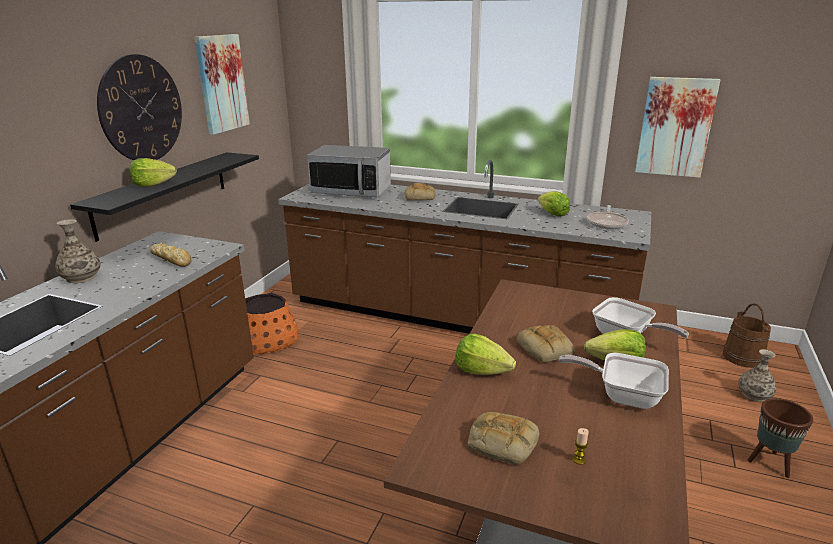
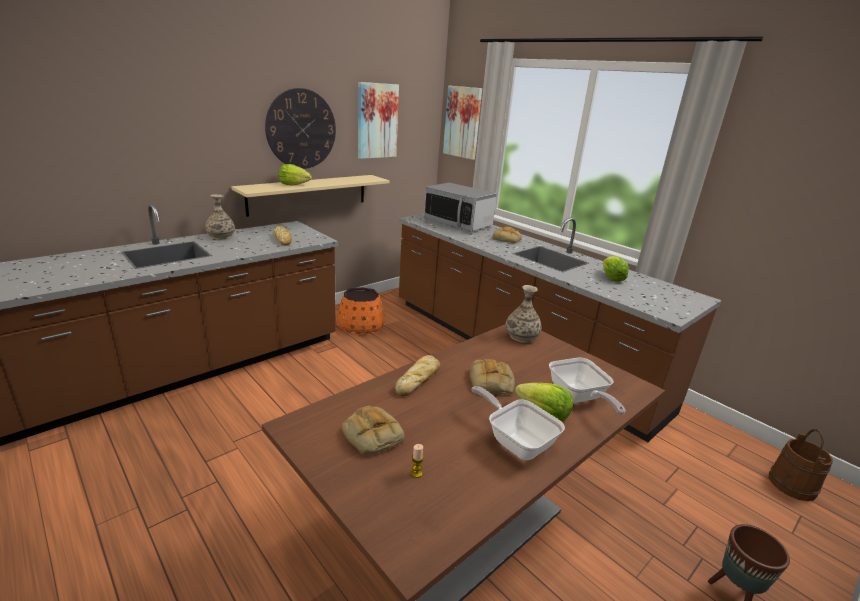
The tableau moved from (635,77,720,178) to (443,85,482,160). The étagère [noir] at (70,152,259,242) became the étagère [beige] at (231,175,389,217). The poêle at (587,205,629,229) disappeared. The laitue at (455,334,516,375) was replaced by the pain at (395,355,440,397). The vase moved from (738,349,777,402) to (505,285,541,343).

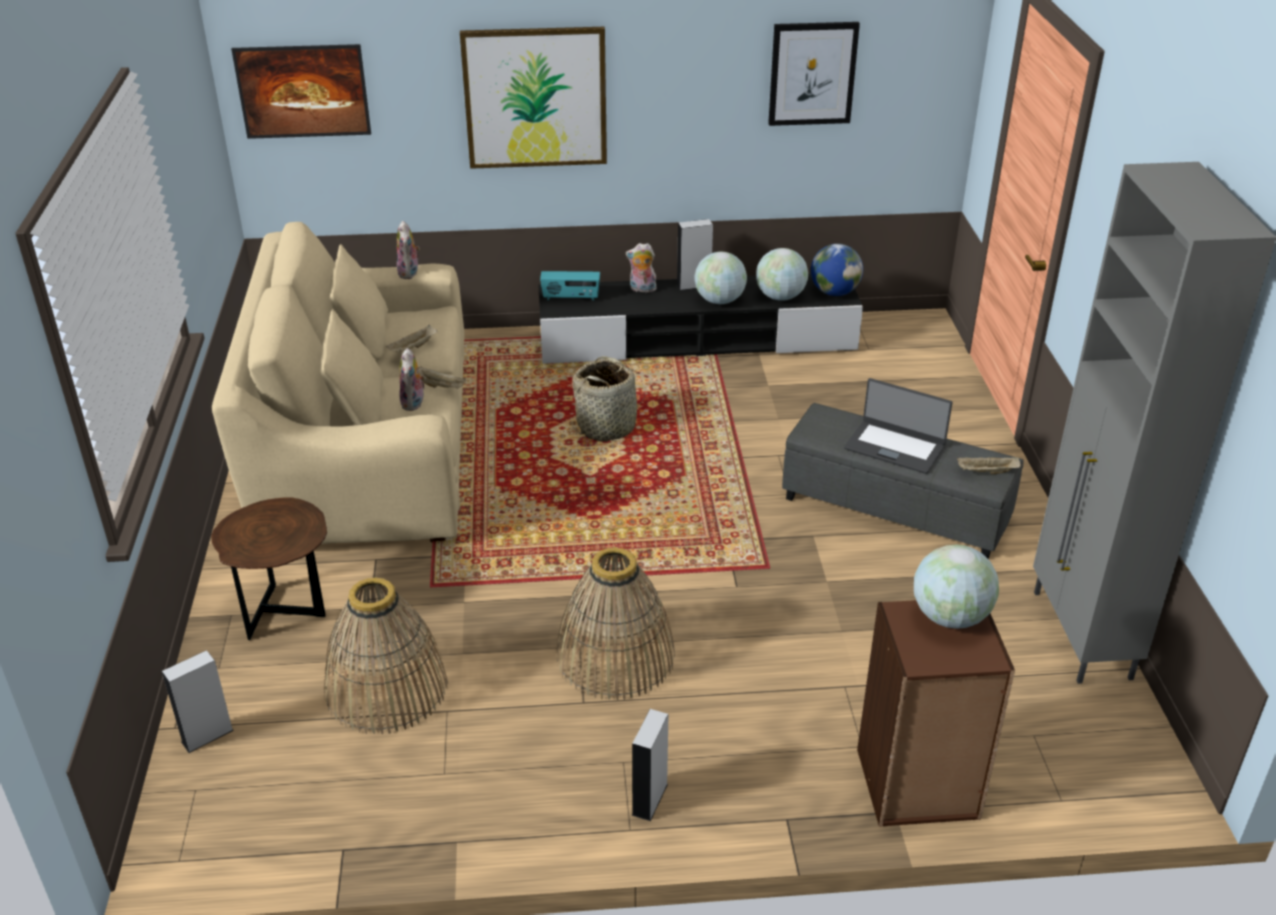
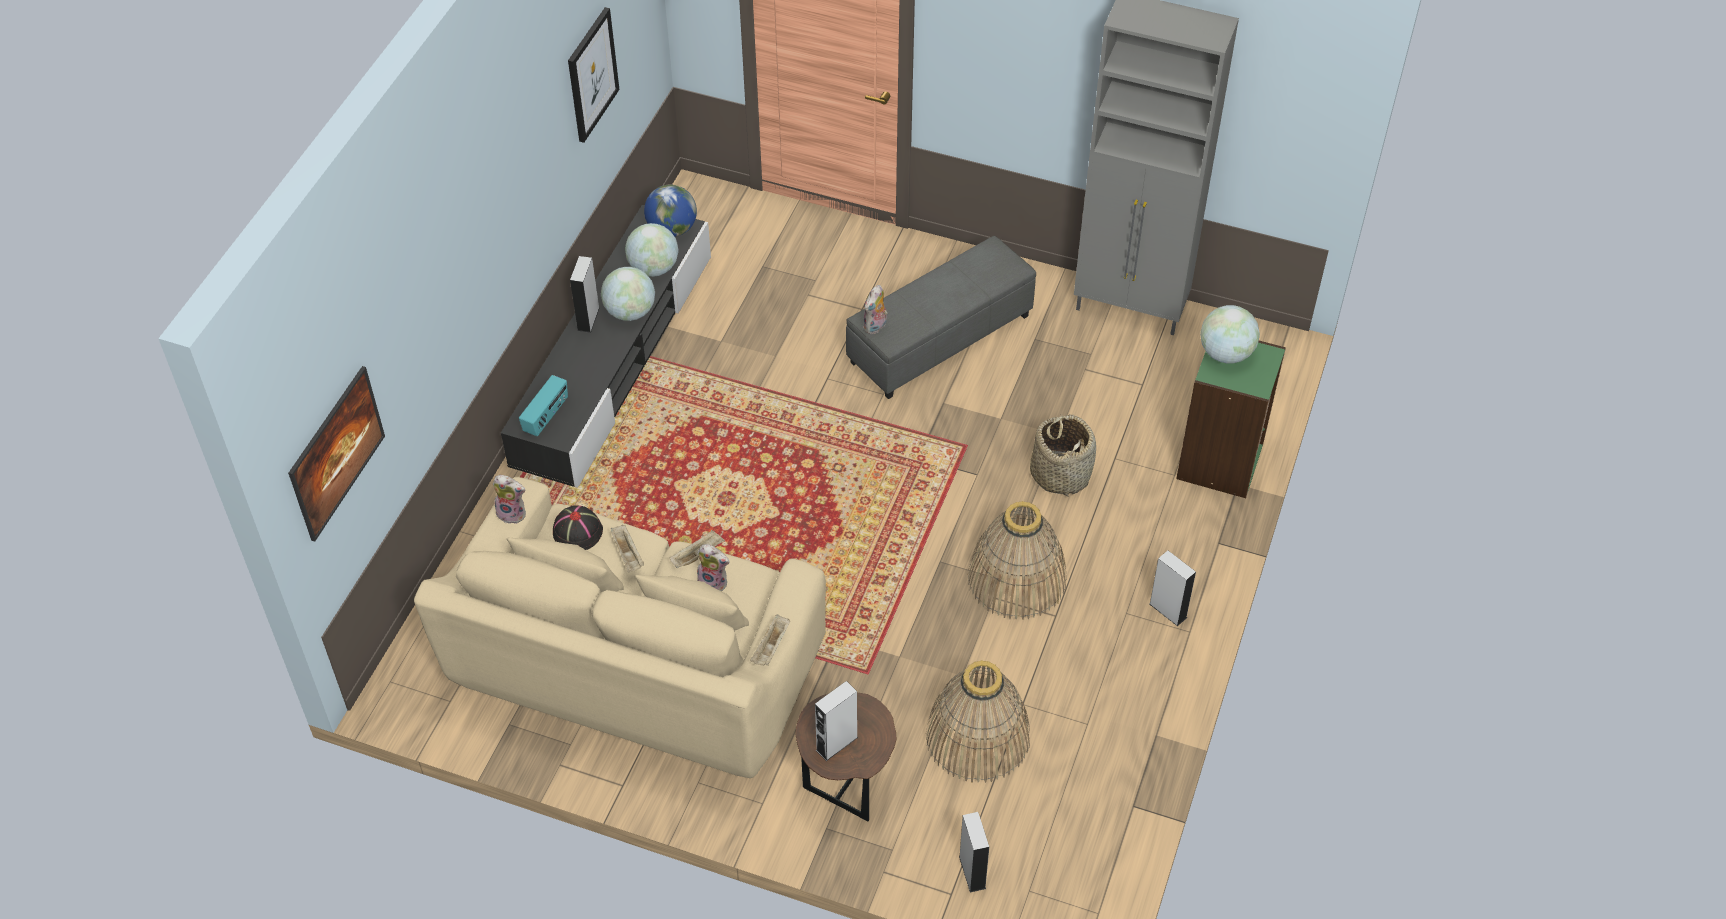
The tableau at (460,27,607,169) disappeared. The peluche moved from (626,243,657,293) to (863,285,888,334). The panier moved from (572,356,647,442) to (1030,414,1096,497). The ordinateur portable at (844,378,953,474) disappeared. The plateau [beige] moved from (957,457,1021,474) to (750,614,790,666). The bibliothèque [marron] at (857,600,1015,827) became the bibliothèque [vert] at (1176,341,1286,498). The chapeau [noir] at (553,505,603,550) appeared. The enceinte [gris] at (815,681,858,761) appeared.

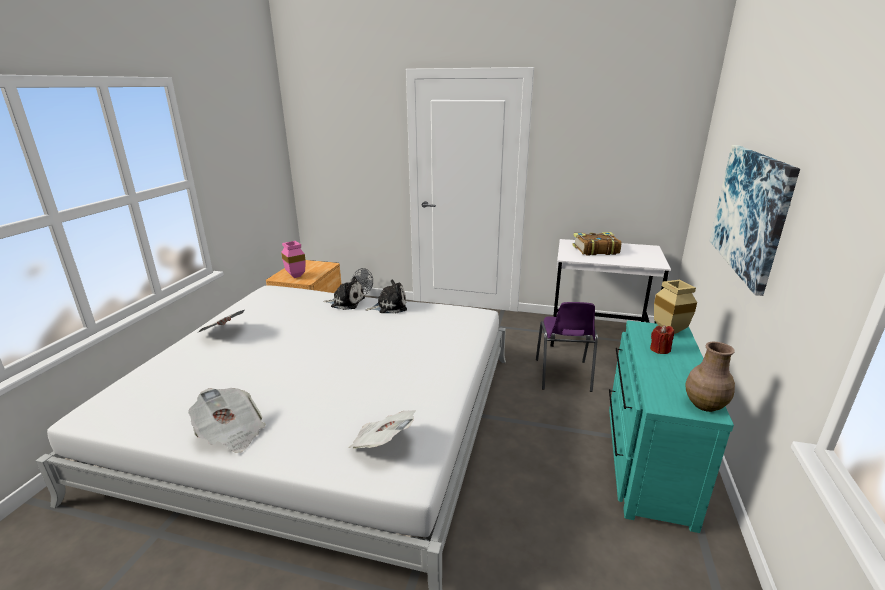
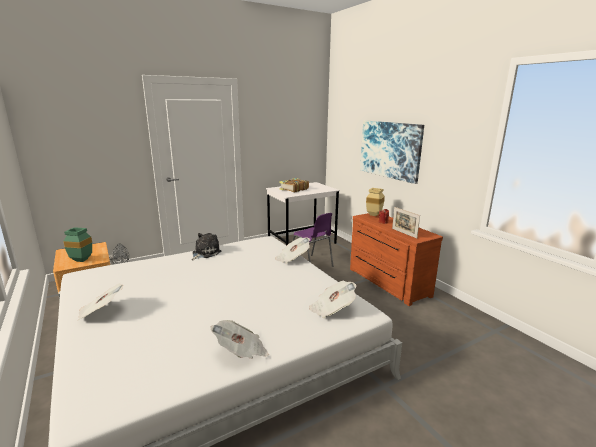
The vase [rose] at (281,241,306,278) became the vase [vert] at (63,227,92,262). The peluche at (324,277,365,310) disappeared. The commode [turquoise] at (609,321,734,533) became the commode [marron] at (350,213,443,306). The vase [marron] at (685,342,735,412) disappeared. The cadre photo at (392,207,420,238) appeared. The journal at (275,237,310,264) appeared.

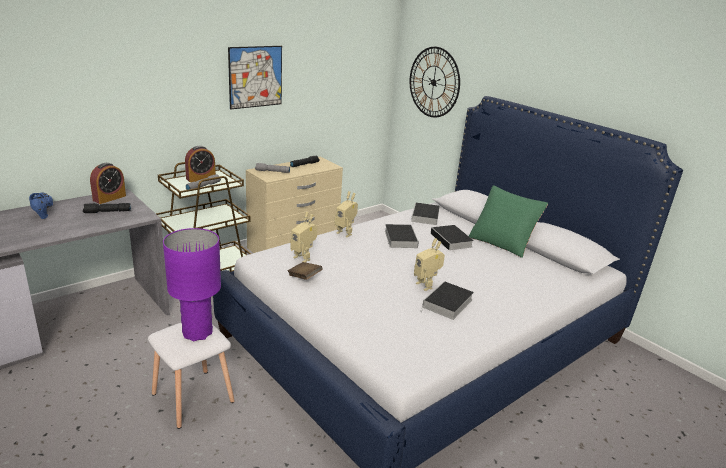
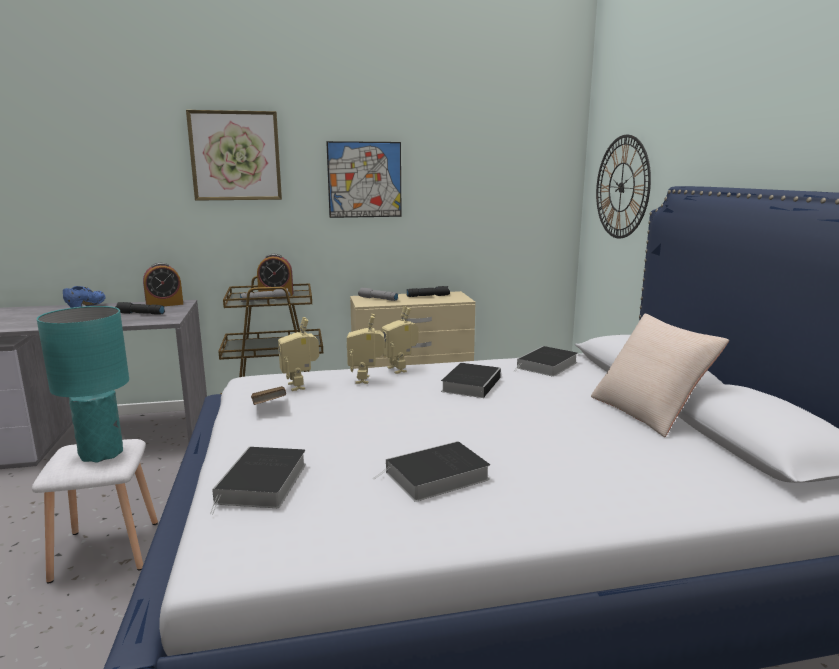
The coussin [vert] at (469,185,548,258) became the coussin [beige] at (591,314,729,437). The livre moved from (431,225,474,251) to (210,447,306,515). The lampe de table [violet] at (163,228,221,341) became the lampe de table [turquoise] at (37,306,129,463). The robot jouet moved from (414,238,445,291) to (347,314,385,384). The tableau at (186,110,282,201) appeared.

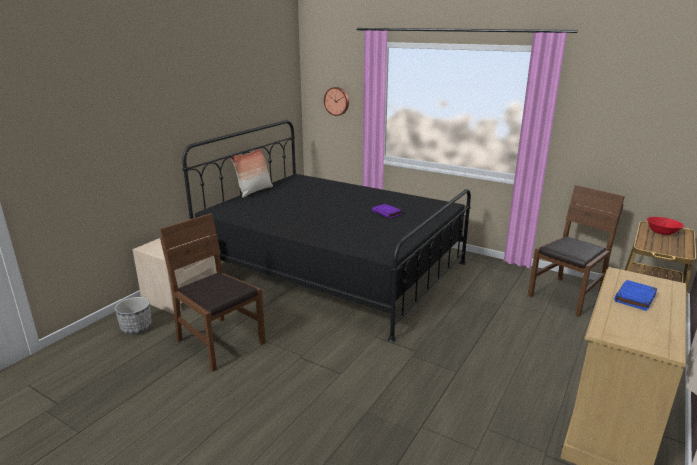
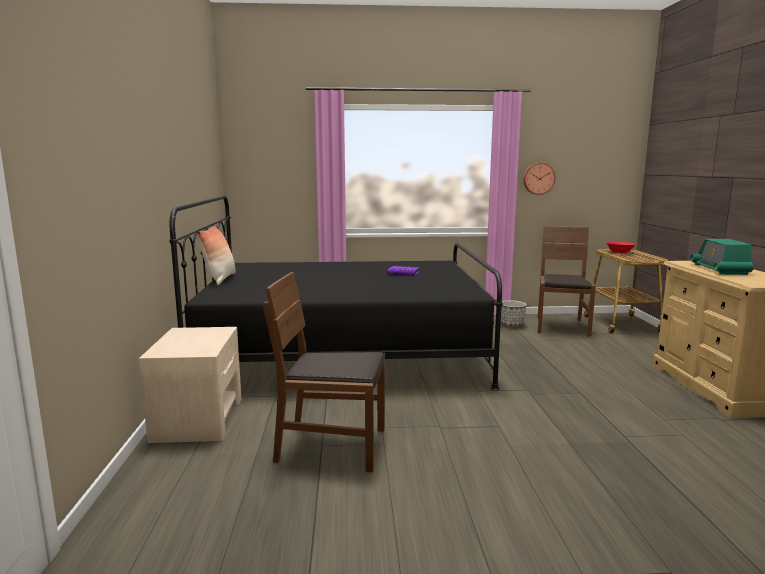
The horloge murale moved from (324,87,349,116) to (523,163,556,195). The livre [bleu] at (614,280,657,311) was replaced by the radio at (690,239,754,275). The cache-pot moved from (115,297,152,334) to (501,300,527,327).

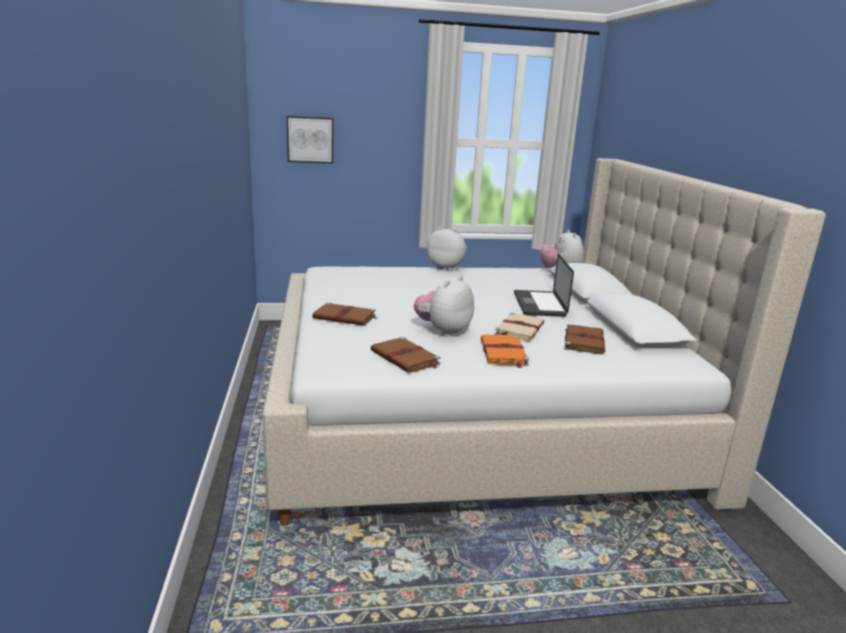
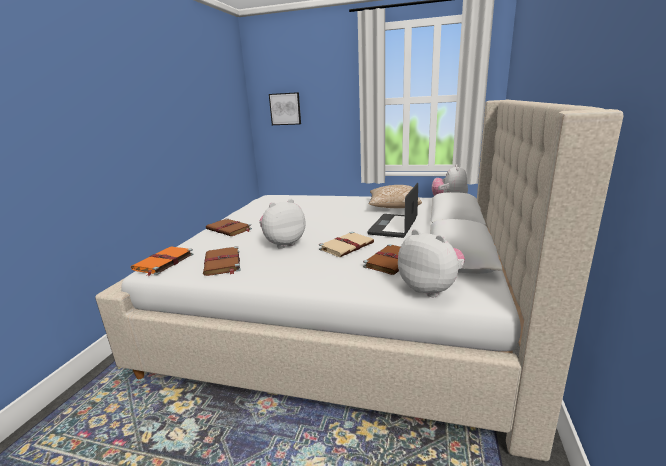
The peluche moved from (427,227,467,271) to (398,229,465,297). The livre [orange] moved from (481,334,529,368) to (131,246,194,276). The coussin at (369,185,422,208) appeared.

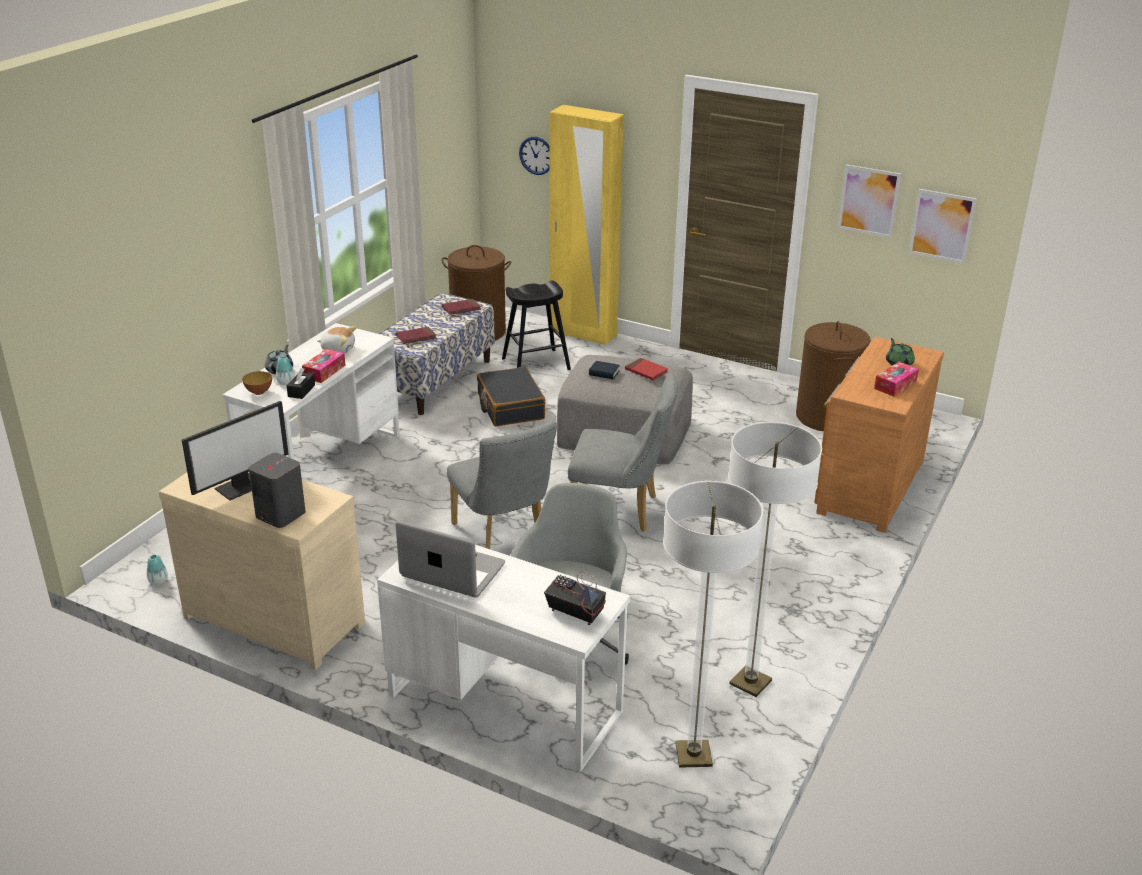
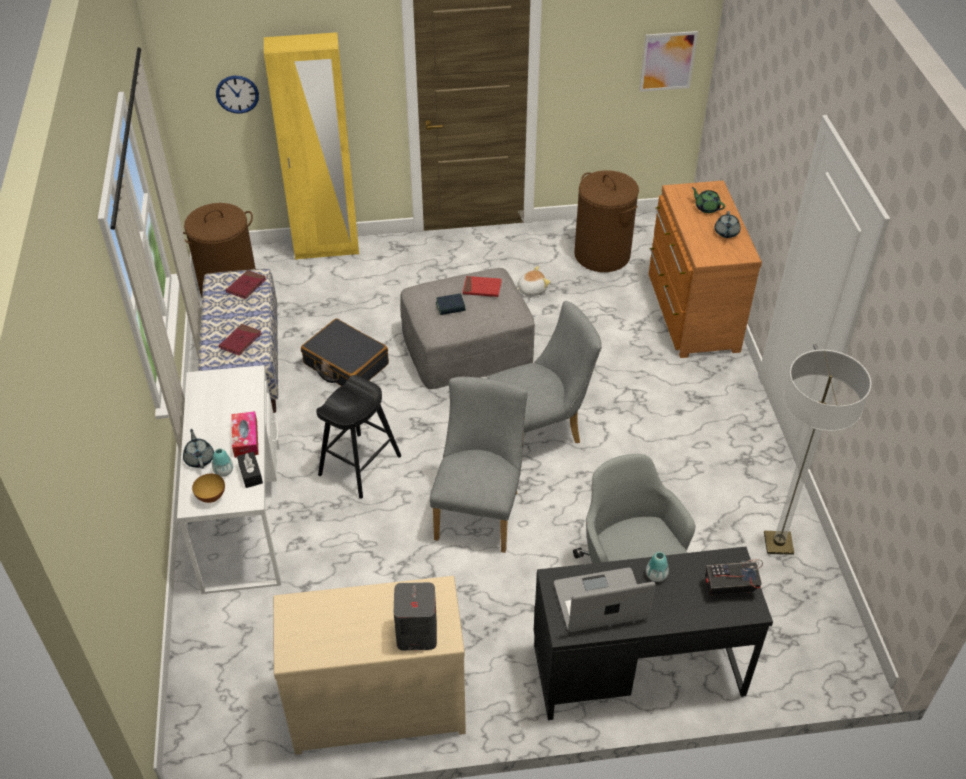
The tableau at (838,165,901,238) disappeared. The tabouret [noir] moved from (502,281,571,370) to (316,375,401,499). The peluche moved from (318,326,357,353) to (517,266,550,296). The boîte à mouchoirs at (874,362,919,396) was replaced by the théière [gris] at (714,211,740,238). The écran d'ordinateur at (182,401,289,501) disappeared. The chaise [gris] at (447,421,557,549) turned 105 degrees counterclockwise. The lampadaire at (663,481,763,768) disappeared. The bureau [blanc] at (377,545,630,772) became the bureau [noir] at (534,547,773,720). The vase moved from (147,554,168,585) to (646,552,669,582).

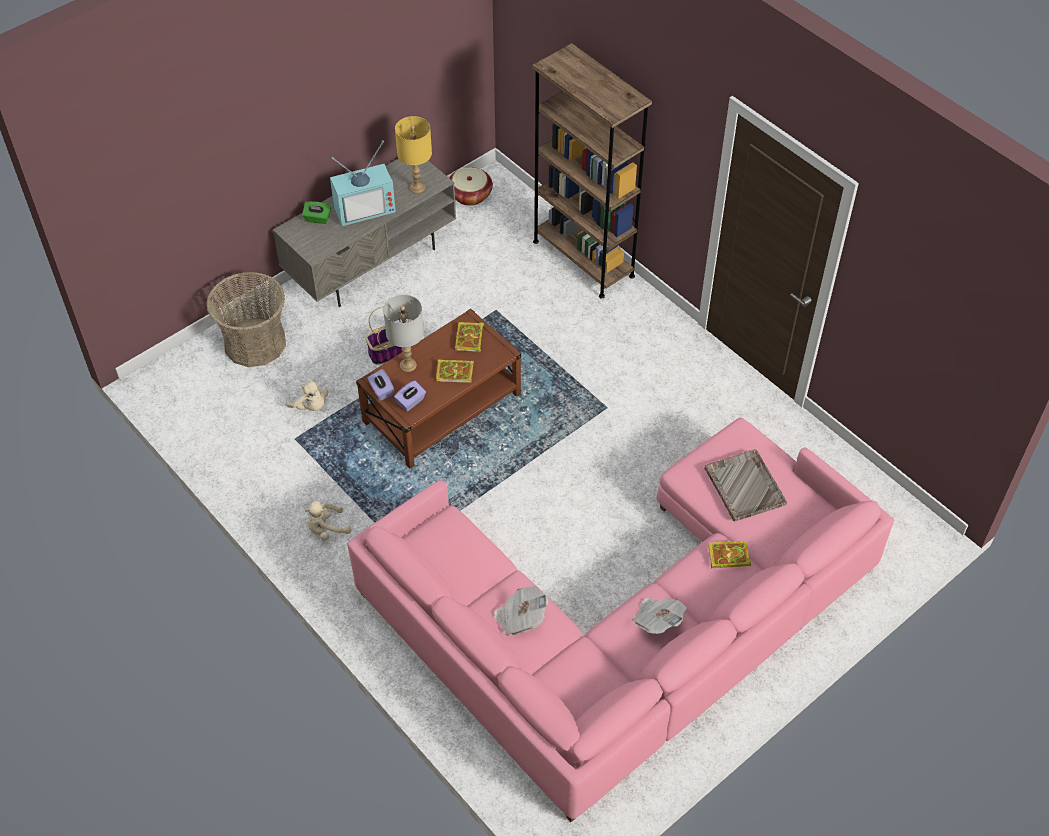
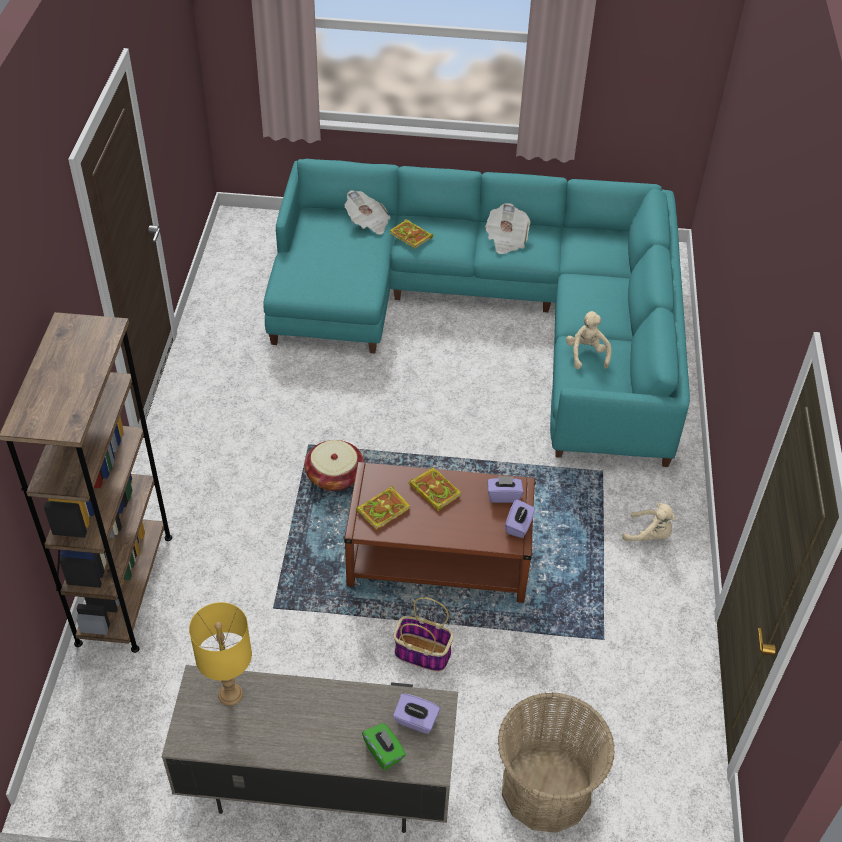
The téléviseur at (330,140,396,226) disappeared. The panier moved from (449,167,493,206) to (304,440,364,491). The lampe de table [gris] at (383,295,424,372) disappeared. The peluche [beige] moved from (286,380,328,411) to (566,311,612,369). The canapé [rose] at (347,417,894,822) became the canapé [turquoise] at (263,159,690,467). The plateau [gris] at (704,449,787,521) disappeared. The journal moved from (494,586,549,636) to (345,190,391,235). The boîte à mouchoirs [violet] at (393,693,440,734) appeared.

